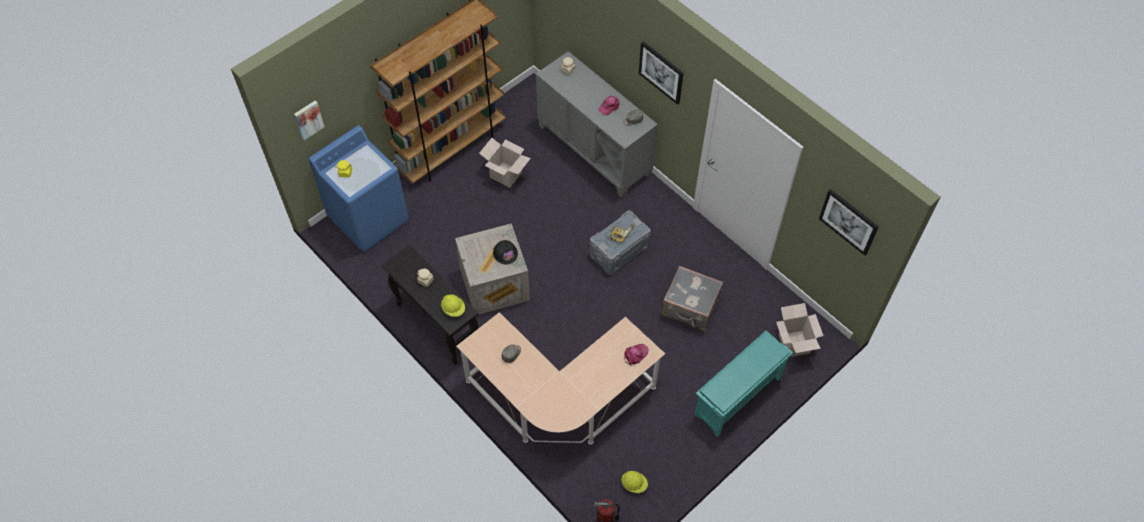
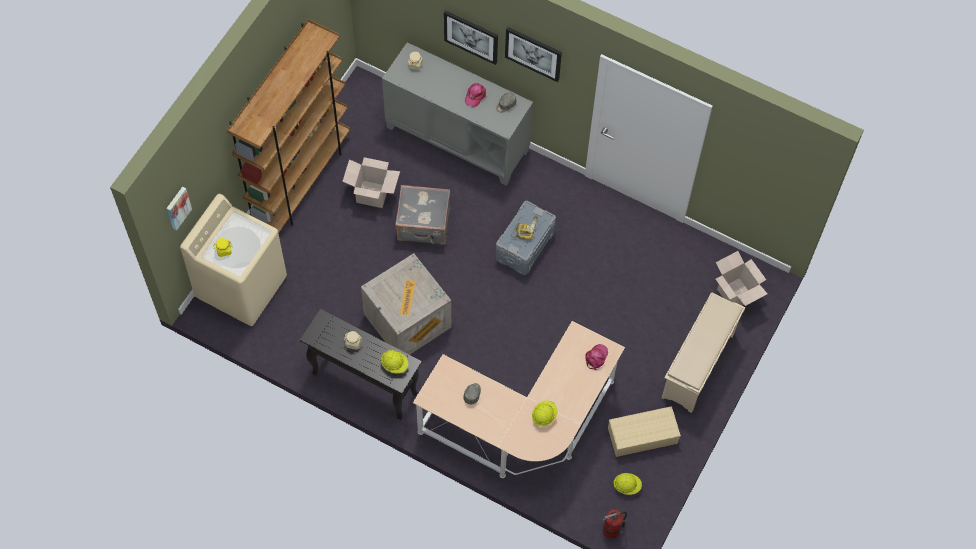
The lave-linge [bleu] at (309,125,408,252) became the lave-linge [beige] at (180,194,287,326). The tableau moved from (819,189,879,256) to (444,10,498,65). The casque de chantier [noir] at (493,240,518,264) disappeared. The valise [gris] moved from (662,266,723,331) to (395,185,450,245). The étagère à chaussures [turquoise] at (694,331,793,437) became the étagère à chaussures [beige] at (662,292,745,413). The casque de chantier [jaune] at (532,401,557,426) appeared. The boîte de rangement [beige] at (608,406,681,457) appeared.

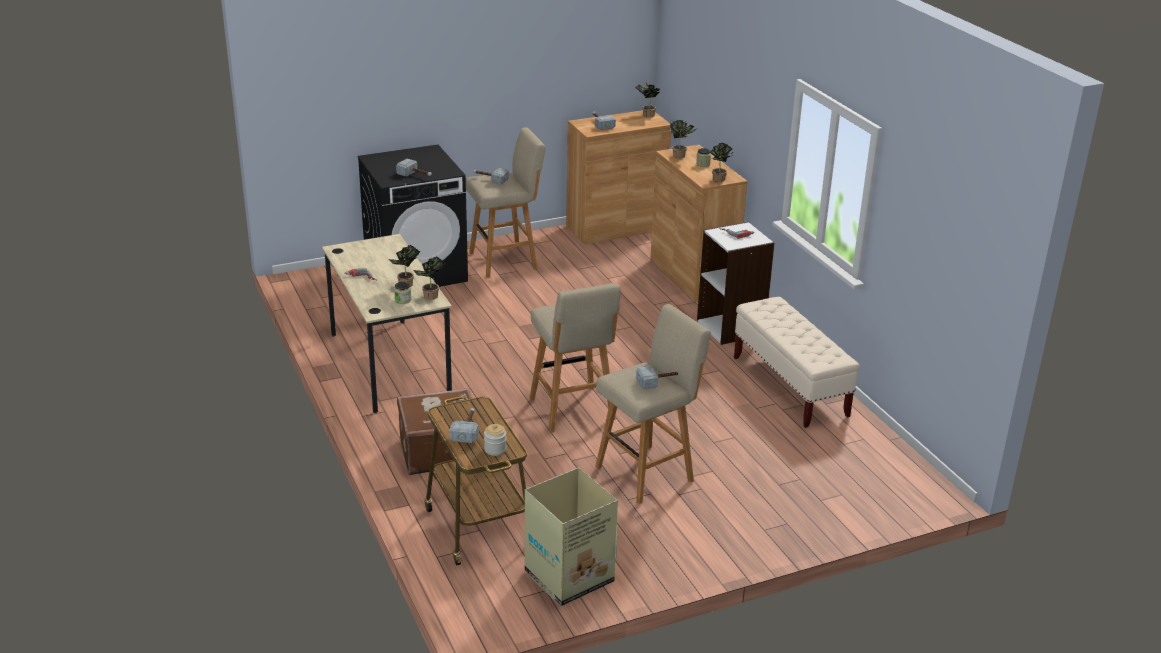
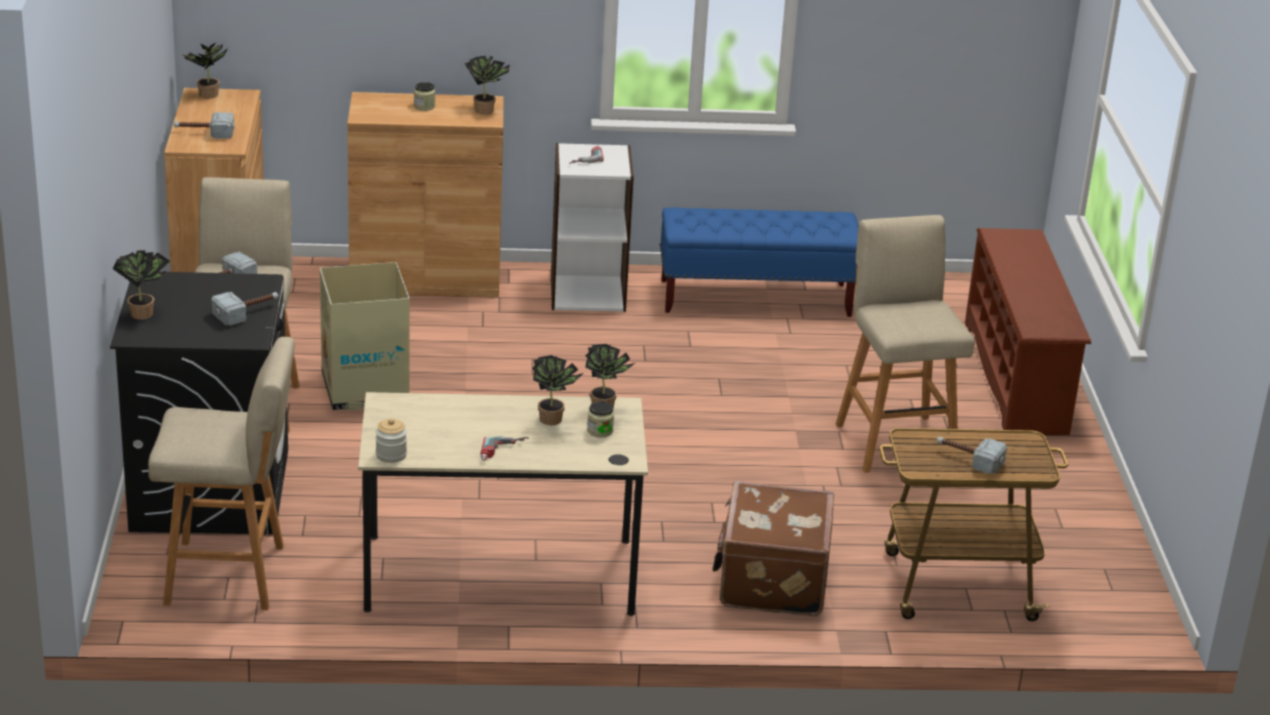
The plante en pot moved from (670,120,696,158) to (112,250,170,320). The tabouret [beige] moved from (529,283,621,432) to (148,337,295,610). The banc [beige] at (734,297,860,428) became the banc [bleu] at (660,208,859,317). The marteau at (636,365,678,390) disappeared. The bocal moved from (484,424,507,456) to (375,418,407,463). The carton moved from (525,468,618,606) to (320,262,410,411). The étagère à chaussures [marron] at (965,228,1091,435) appeared.

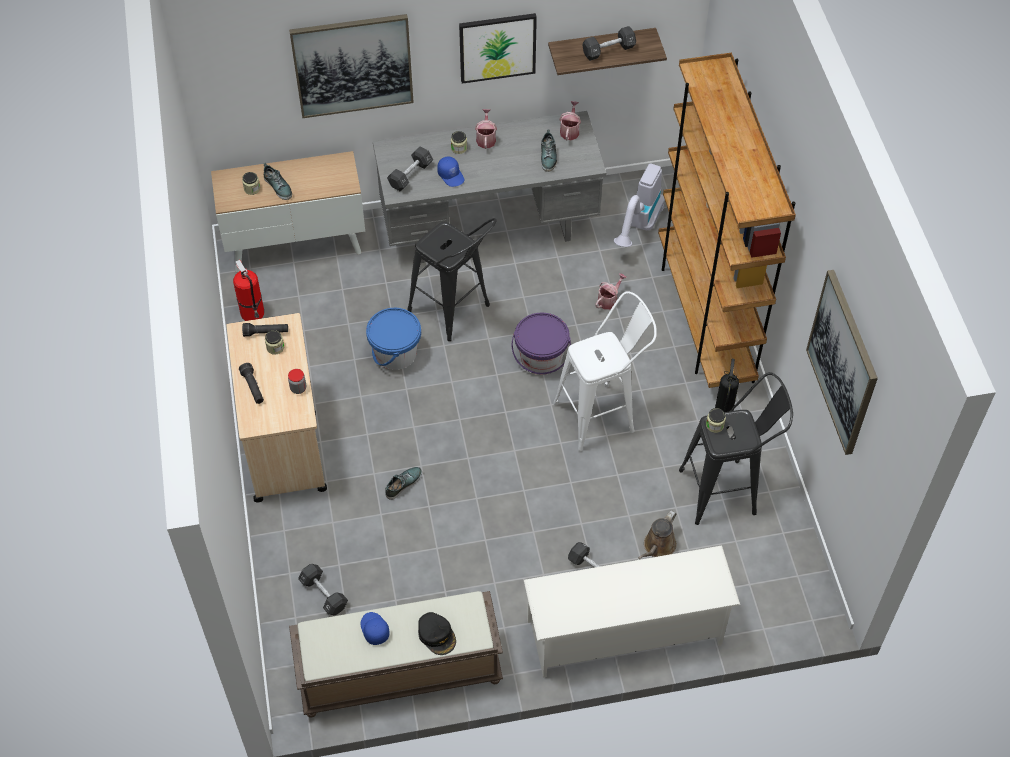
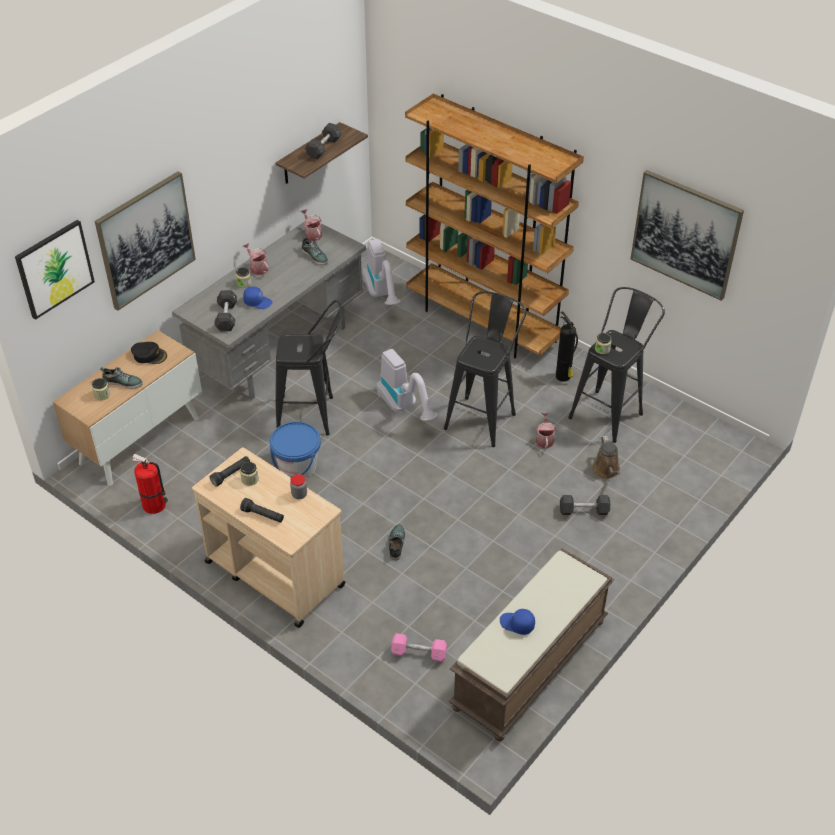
The tableau moved from (459,13,537,84) to (15,220,95,320). The arrosoir moved from (595,273,627,310) to (536,413,556,449). The tabouret [blanc] at (553,291,657,452) became the tabouret [noir] at (444,291,527,447). The seau [violet] at (512,313,571,375) was replaced by the aspirateur at (377,349,438,421). The étagère à chaussures [blanc] at (524,545,740,678) disappeared. The haltère [noir] at (298,564,348,615) became the haltère [rose] at (391,633,447,662). The casquette [noir] moved from (418,612,456,655) to (131,342,167,364).

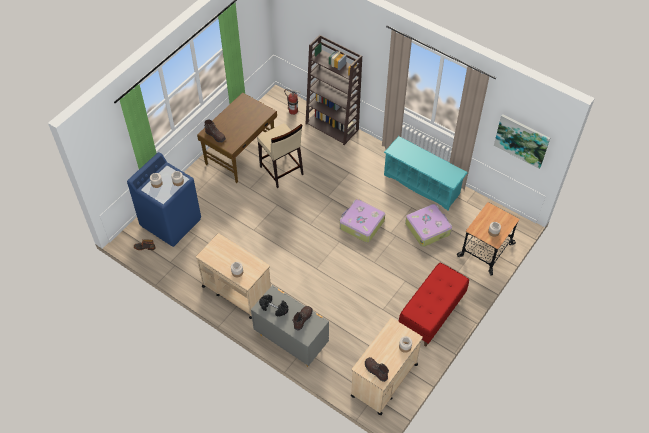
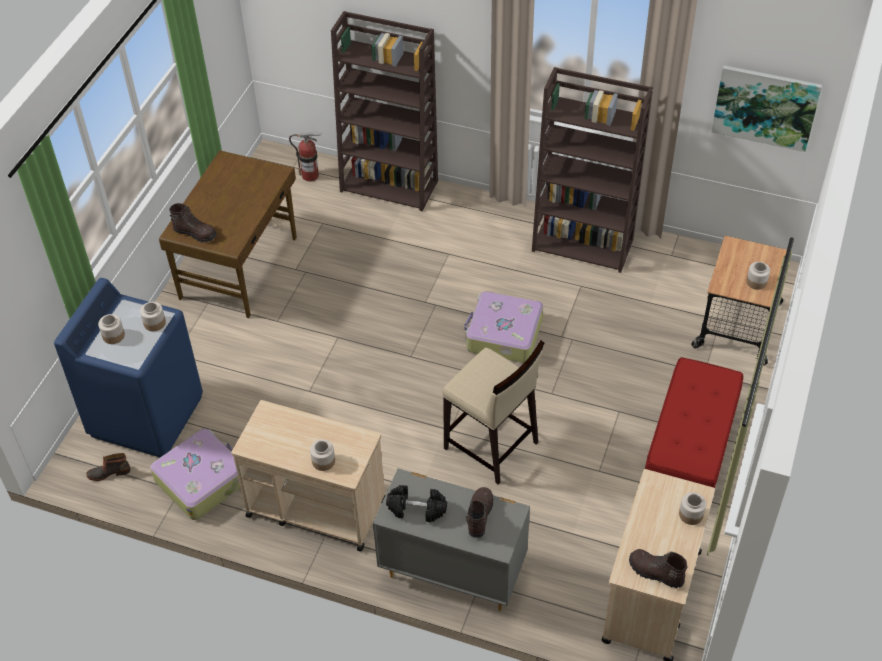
The tabouret [beige] moved from (257,123,304,188) to (442,341,544,485). The étagère à chaussures [turquoise] at (384,136,468,210) was replaced by the bibliothèque [marron] at (532,67,653,273). The valise moved from (405,204,452,247) to (150,428,241,520).

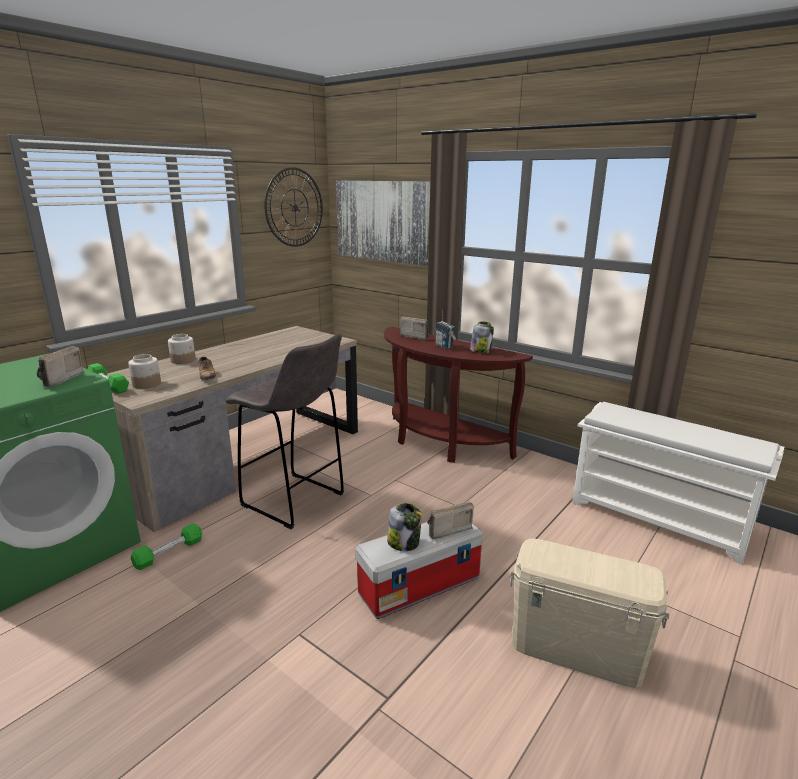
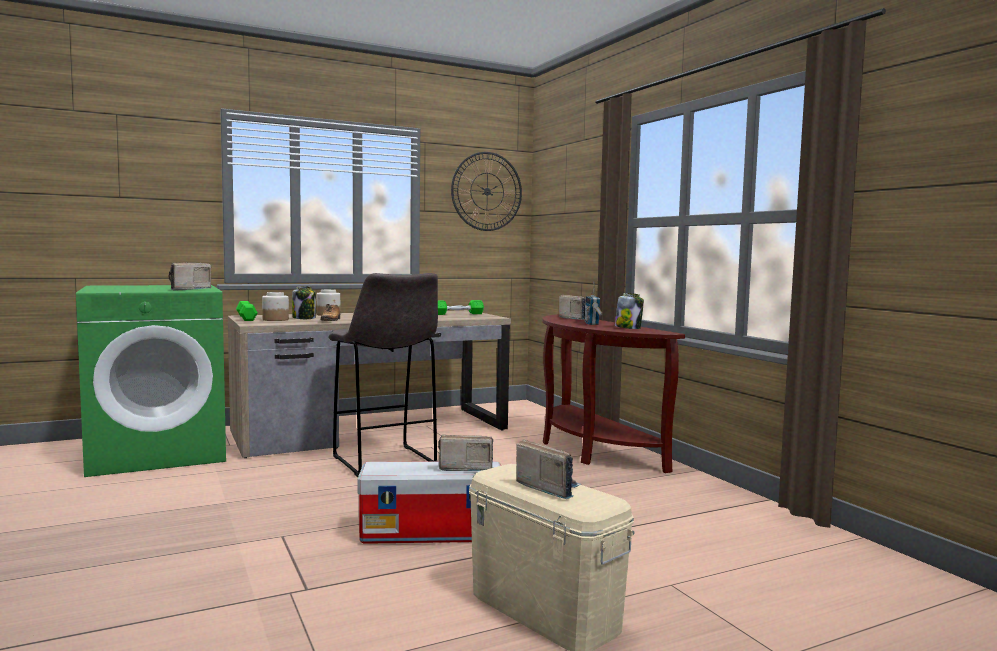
The tableau at (336,181,430,266) disappeared. The étagère à chaussures [blanc] at (572,402,784,564) disappeared. The bocal moved from (387,503,422,551) to (292,286,316,319). The haltère [vert] moved from (131,523,202,570) to (438,300,484,315). The radio at (516,439,581,499) appeared.

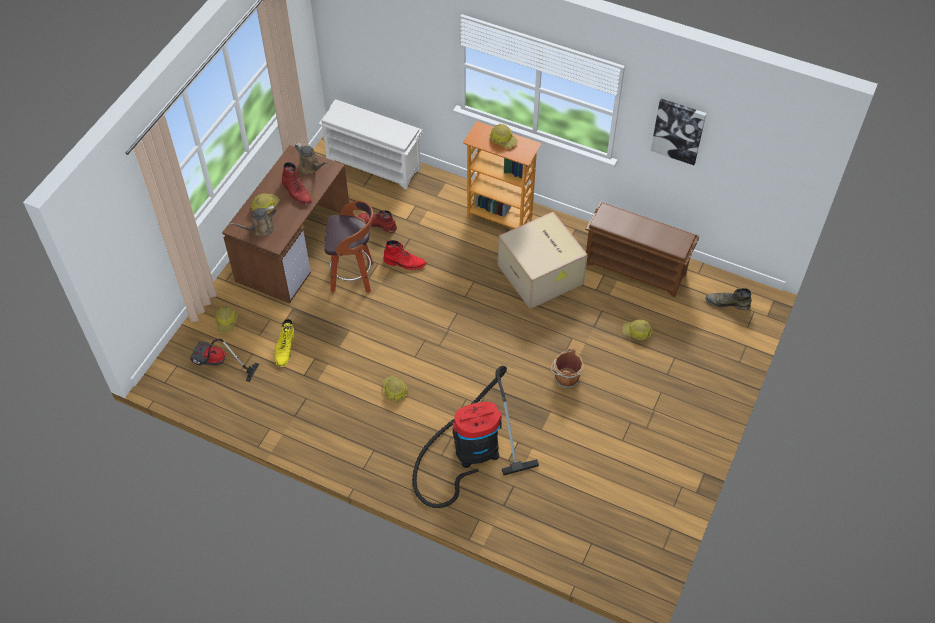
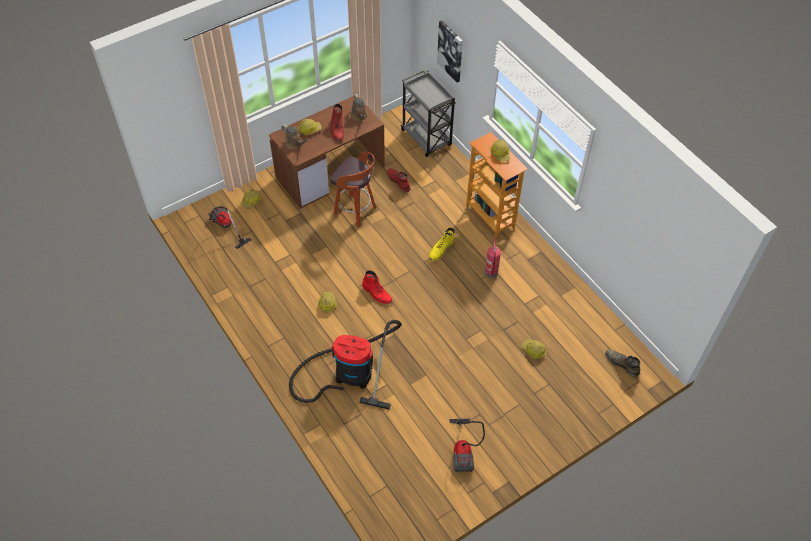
The étagère à chaussures [blanc] at (319,99,423,190) was replaced by the chariot [gris] at (400,70,456,157). The tableau moved from (651,99,706,165) to (437,20,463,83). The étagère à chaussures [marron] at (586,201,699,297) disappeared. The arrosoir [marron] at (229,206,277,237) turned 135 degrees counterclockwise. The carton at (498,212,588,309) was replaced by the extincteur at (485,239,501,278). The botte [rouge] moved from (384,240,426,270) to (362,270,393,304). The botte [jaune] moved from (274,319,294,367) to (429,228,455,261). The seau [marron] at (550,348,584,388) disappeared. The aspirateur at (449,419,485,472) appeared.

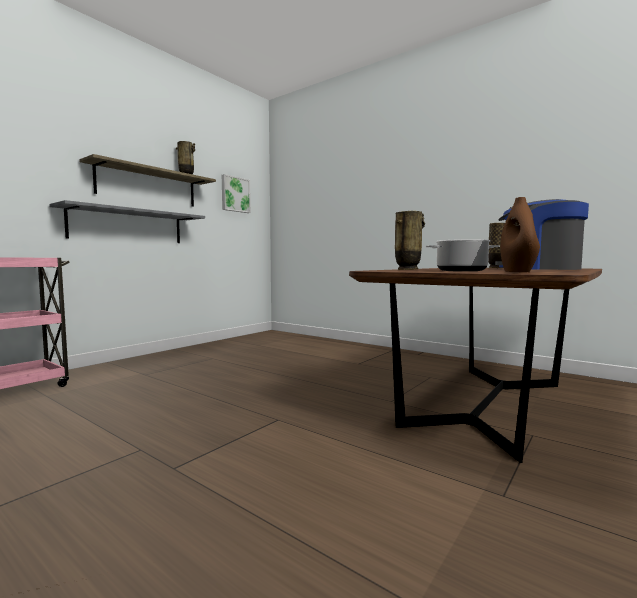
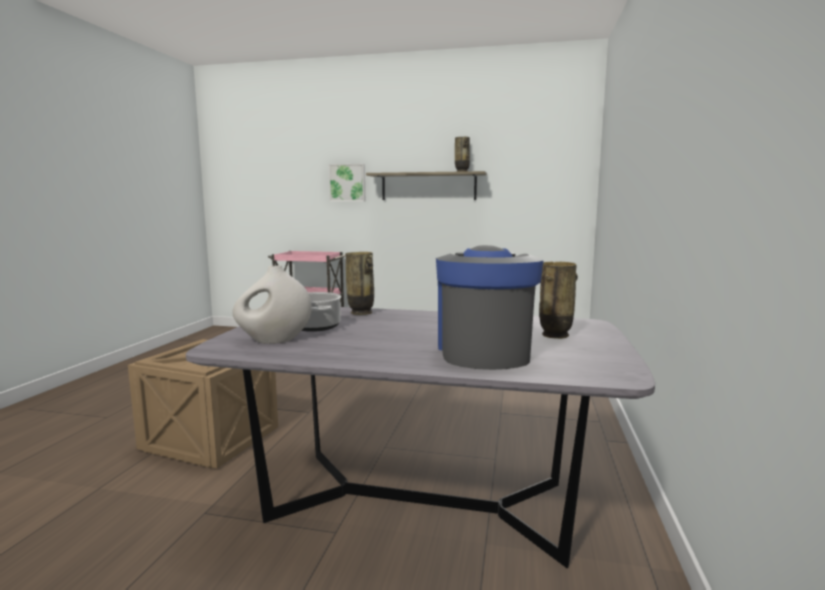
The tableau moved from (222,174,251,213) to (328,164,365,202). The vase [marron] at (500,197,540,272) became the vase [blanc] at (232,265,312,344). The étagère [gris] at (49,200,205,243) disappeared. The table à manger [marron] at (349,268,602,463) became the table à manger [gris] at (186,307,655,568). The caisse at (128,339,278,469) appeared.

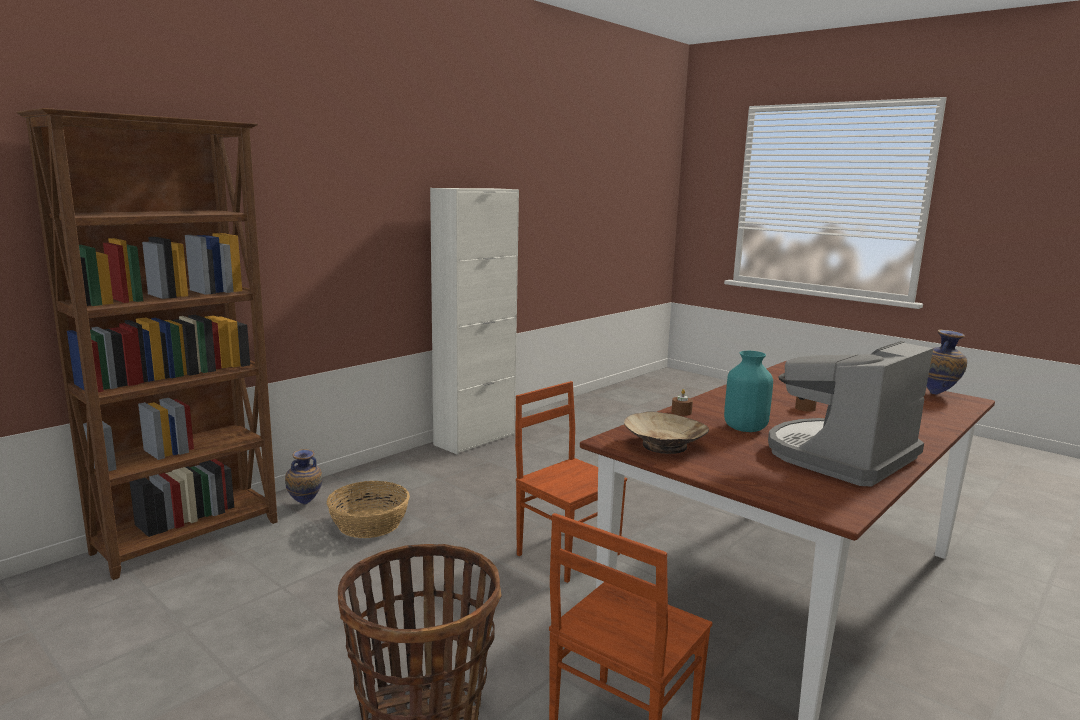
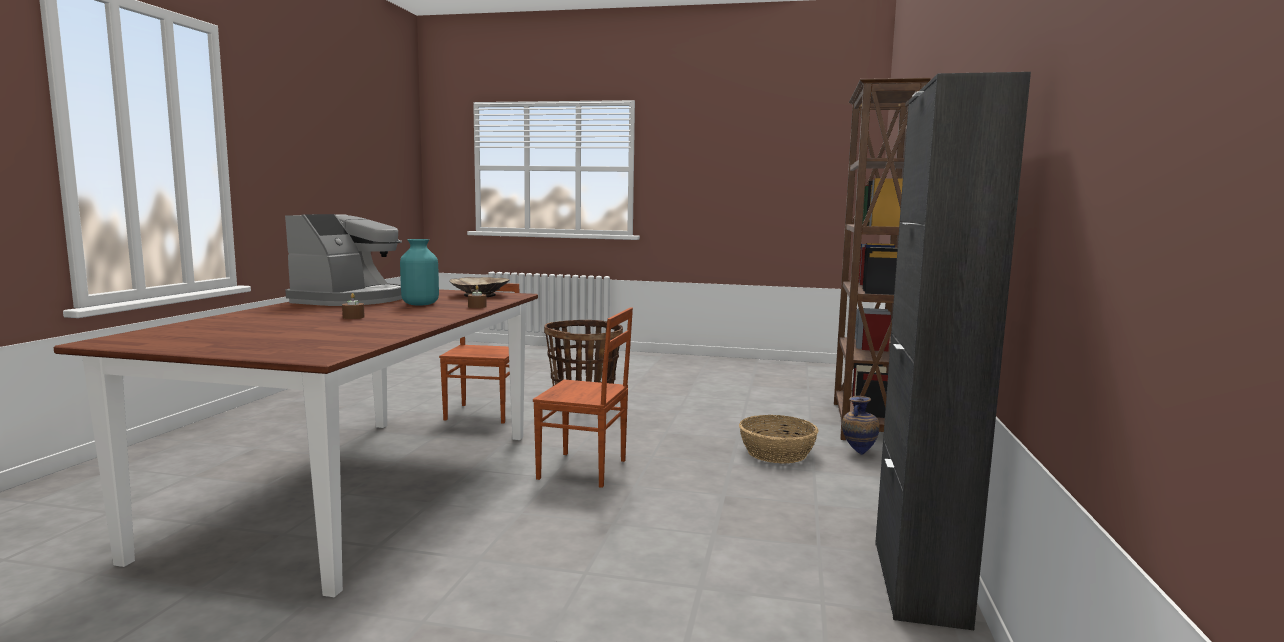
The meuble de rangement [blanc] at (430,188,519,455) became the meuble de rangement [noir] at (875,72,1031,630). The vase at (927,330,967,394) disappeared.

